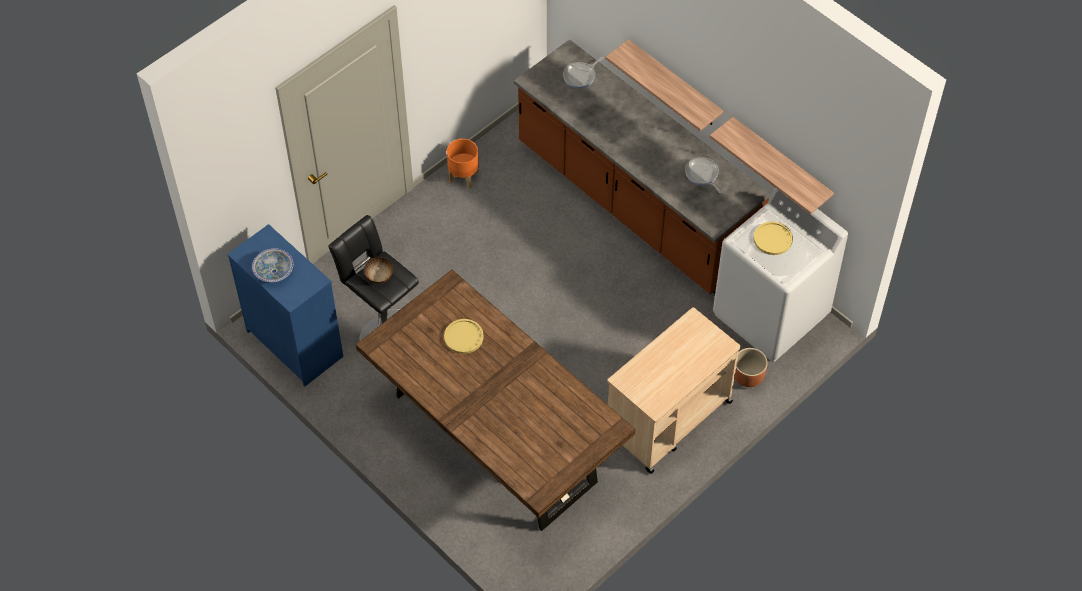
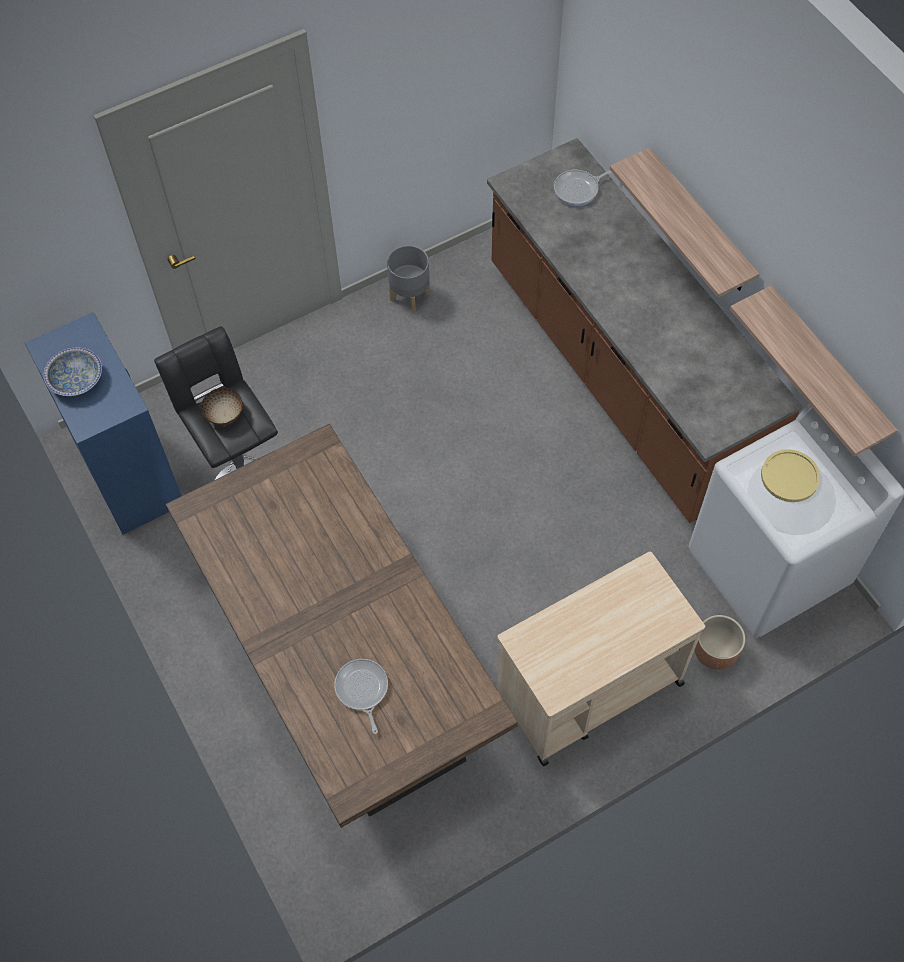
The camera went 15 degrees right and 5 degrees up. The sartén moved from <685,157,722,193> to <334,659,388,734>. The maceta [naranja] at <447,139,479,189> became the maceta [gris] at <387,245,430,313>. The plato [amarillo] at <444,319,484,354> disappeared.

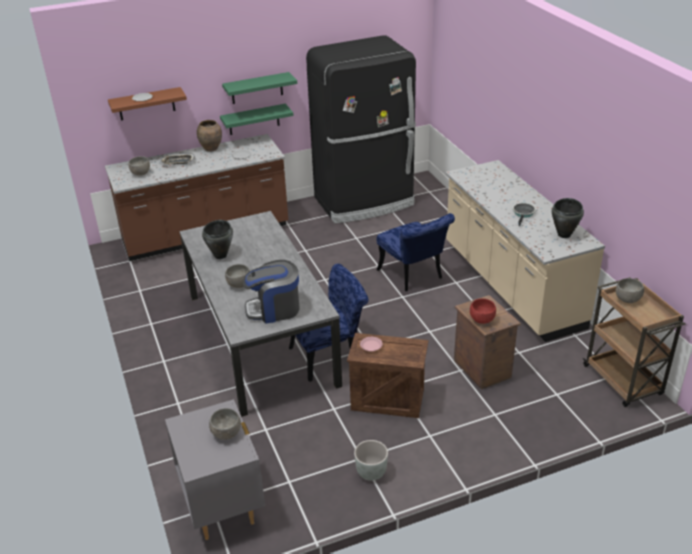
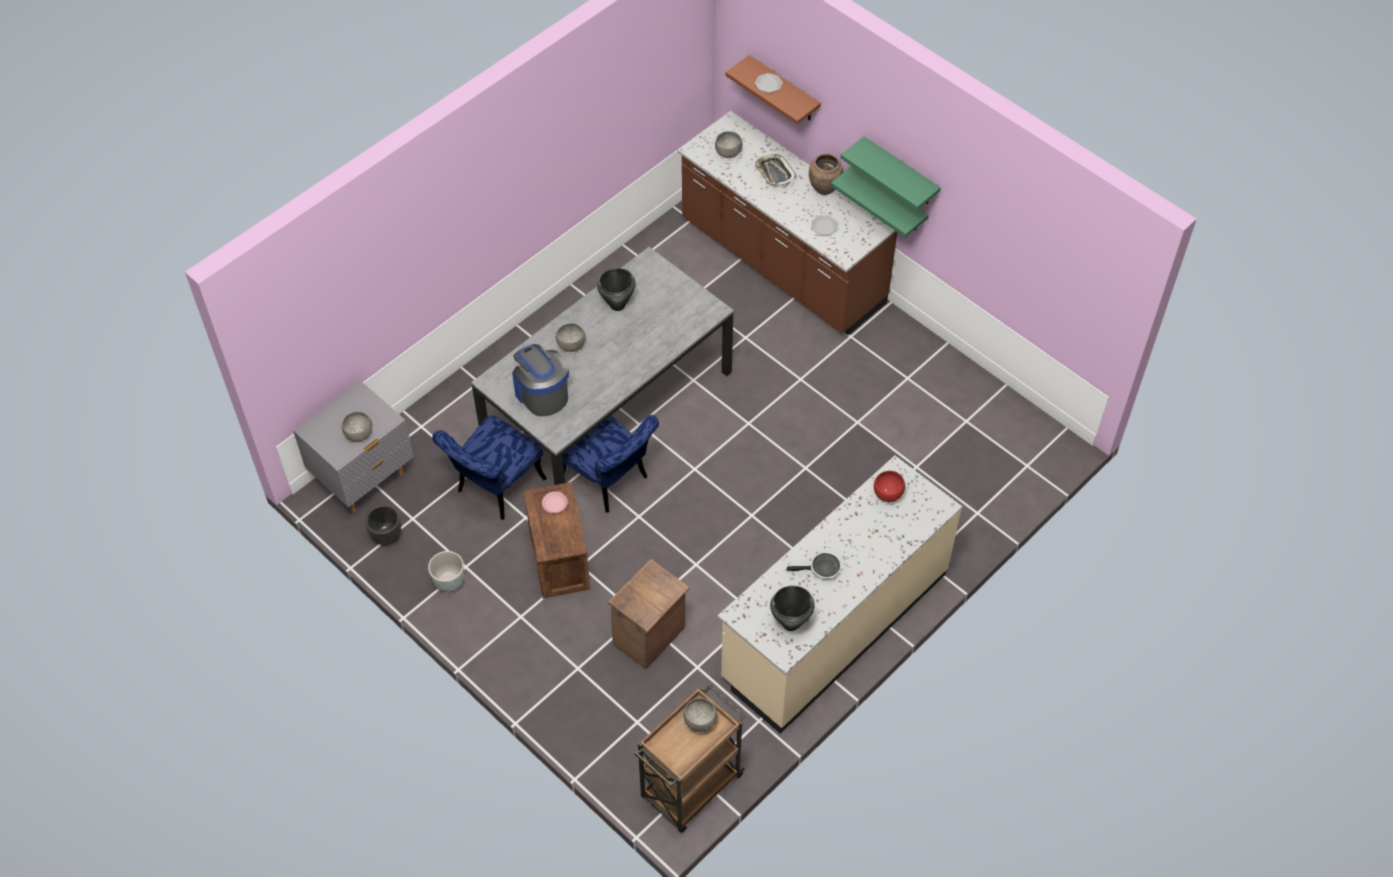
The camera went 65 degrees right and 20 degrees up. The maceta [negro] at <365,505,401,545> appeared. The silla [azul] moved from <377,213,455,291> to <432,415,547,520>. The cuenco [rojo] moved from <470,299,496,324> to <874,471,905,502>. The nevera [negro] at <306,35,416,223> disappeared.

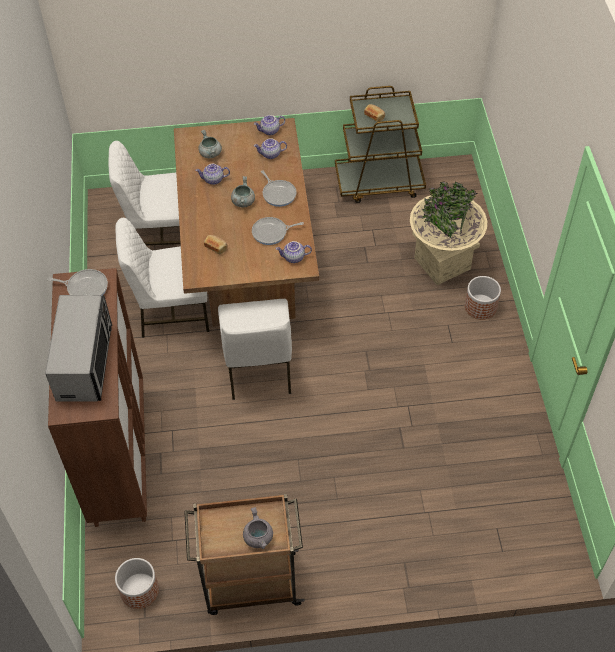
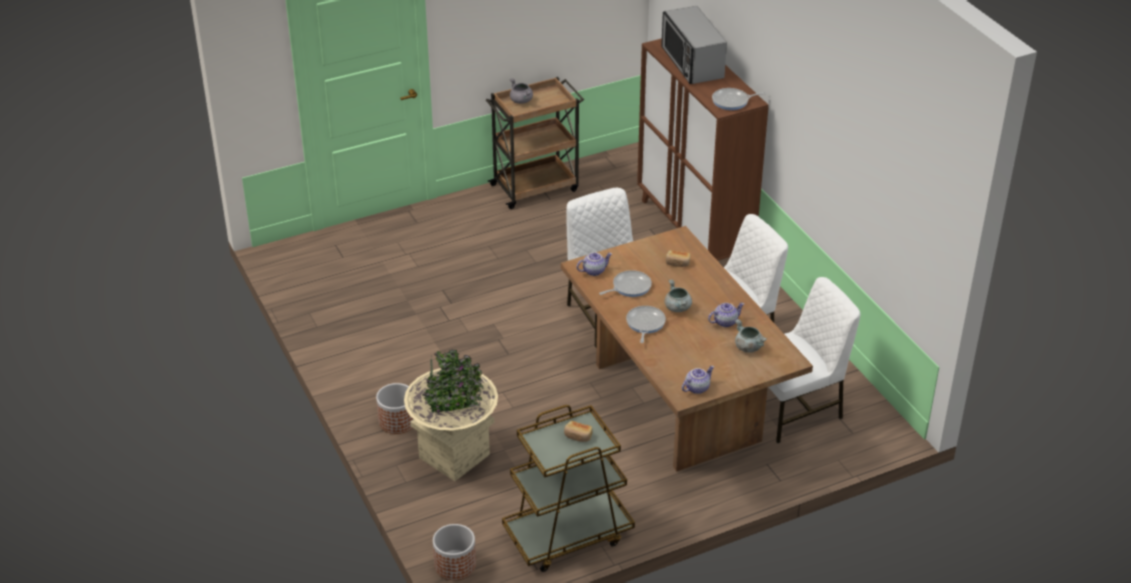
The camera went 160 degrees right and 15 degrees down. The maceta moved from <115,558,159,609> to <433,524,476,580>. The sartén at <261,170,297,207> turned 60 degrees clockwise. The tetera at <254,138,287,159> disappeared.

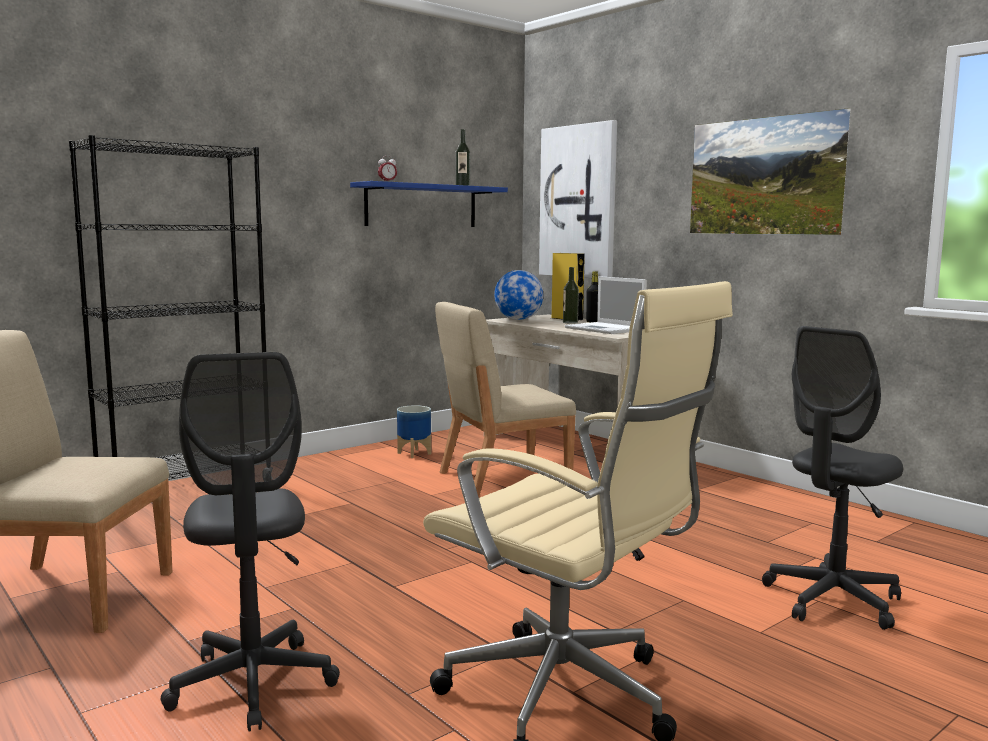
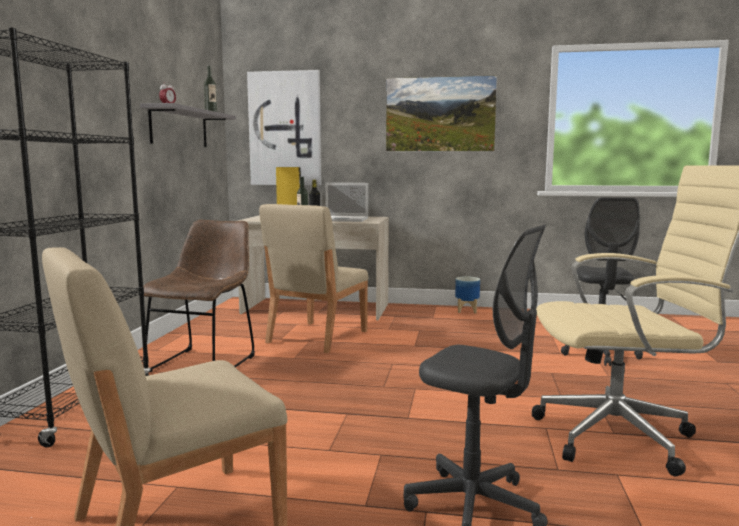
The camera went 40 degrees left and 0 degrees up. The estante [azul] at <350,181,508,227> became the estante [gris] at <140,103,236,147>. The silla [marrón] at <143,220,255,373> appeared. The maceta moved from <397,405,431,458> to <455,276,480,314>. The globo terráqueo at <494,270,543,320> disappeared.

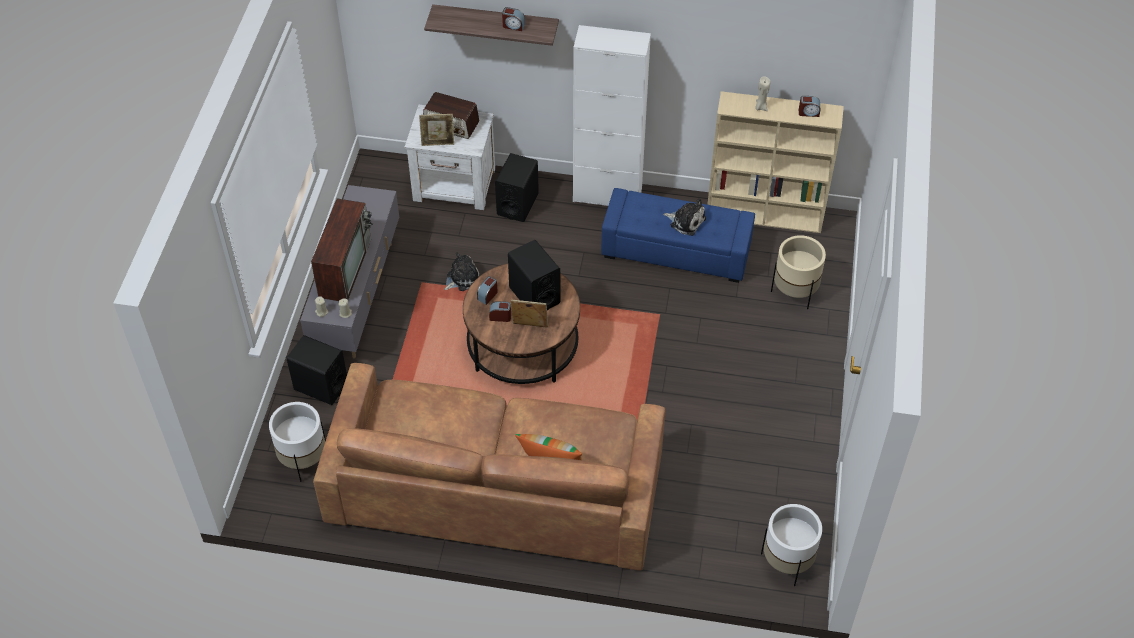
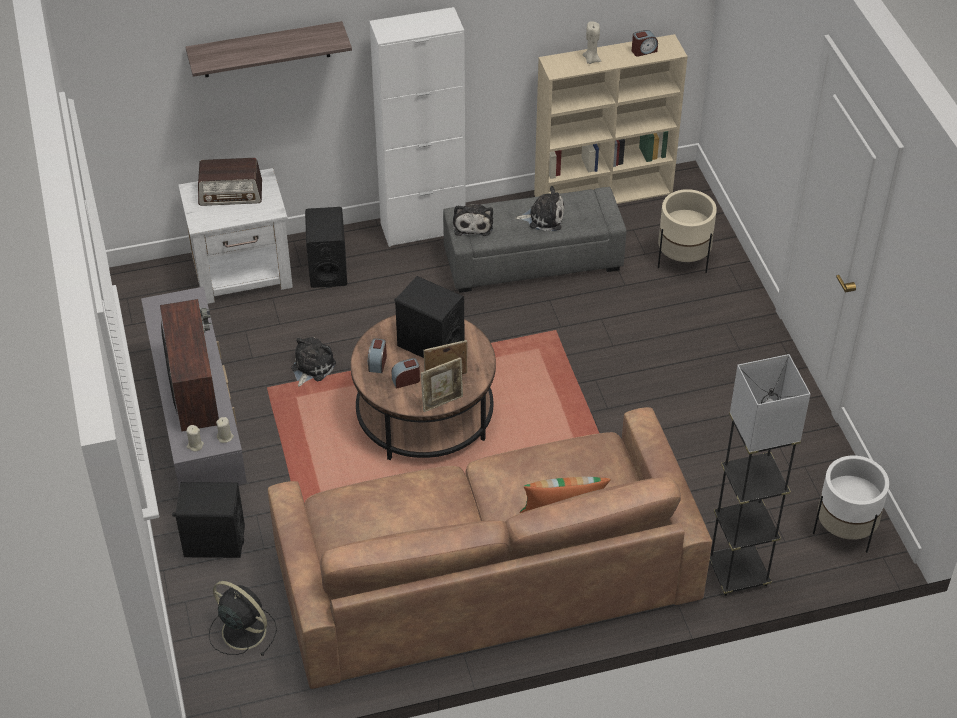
The camera went 25 degrees left and 5 degrees down. The maceta [blanco] at <269,402,326,482> was replaced by the ventilador [negro] at <209,581,277,656>. The portarretratos moved from <419,114,454,146> to <421,357,463,412>. The puf [azul] at <601,188,755,283> became the puf [gris] at <443,187,626,293>. The peluche at <453,204,493,236> appeared. The lámpara de pie [gris] at <710,354,810,596> appeared. The despertador at <502,7,525,31> disappeared.

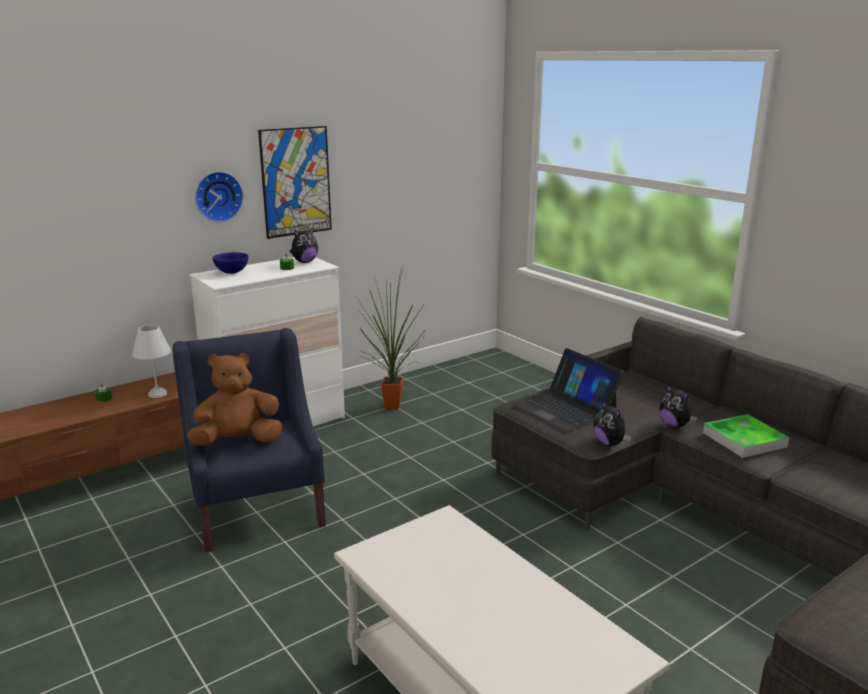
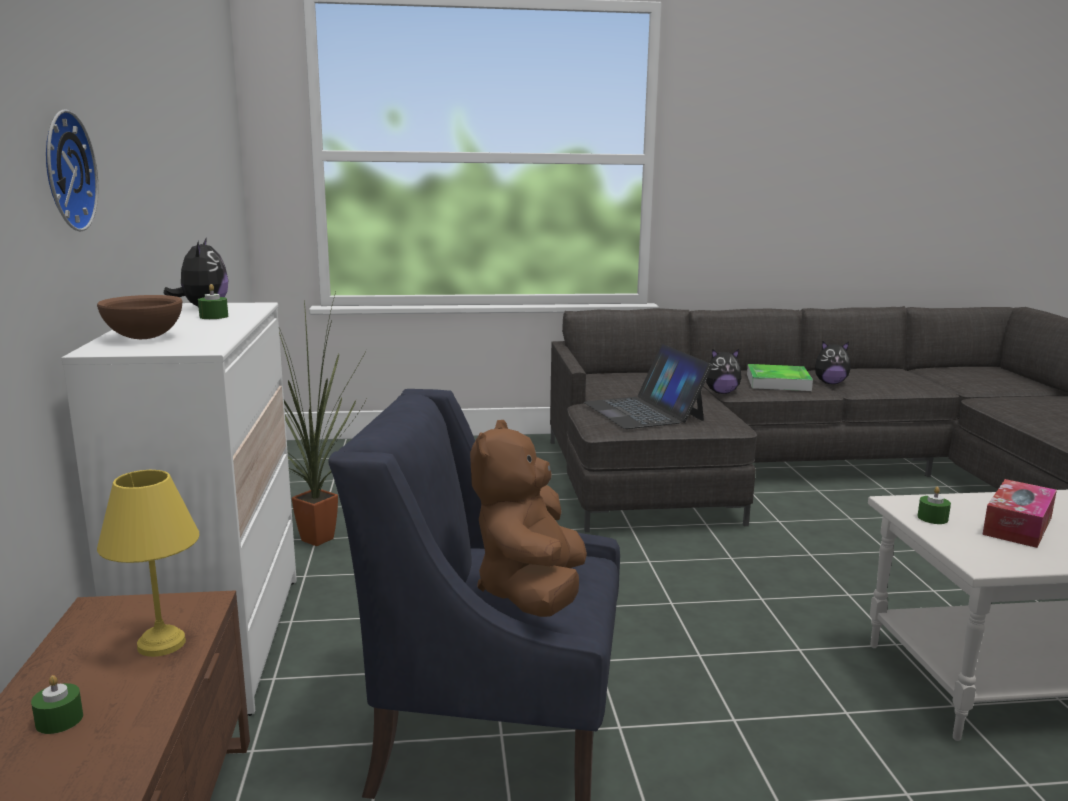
The camera went 60 degrees left and 5 degrees down. The cuenco [azul] at <213,252,248,274> became the cuenco [marrón] at <97,295,182,339>. The lámpara de mesa [blanco] at <132,325,171,398> became the lámpara de mesa [amarillo] at <97,470,199,657>. The portátil at <513,348,623,432> turned 75 degrees clockwise. The peluche moved from <593,400,631,446> to <815,342,850,384>. The vela [verde] at <918,487,951,524> appeared. The caja de pañuelos at <982,479,1057,548> appeared. The cuadro at <258,126,332,239> disappeared.

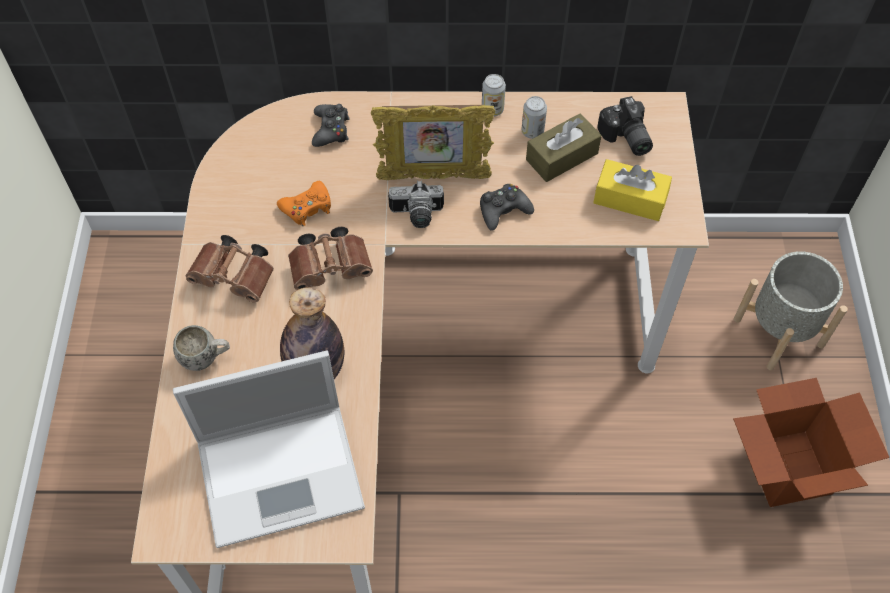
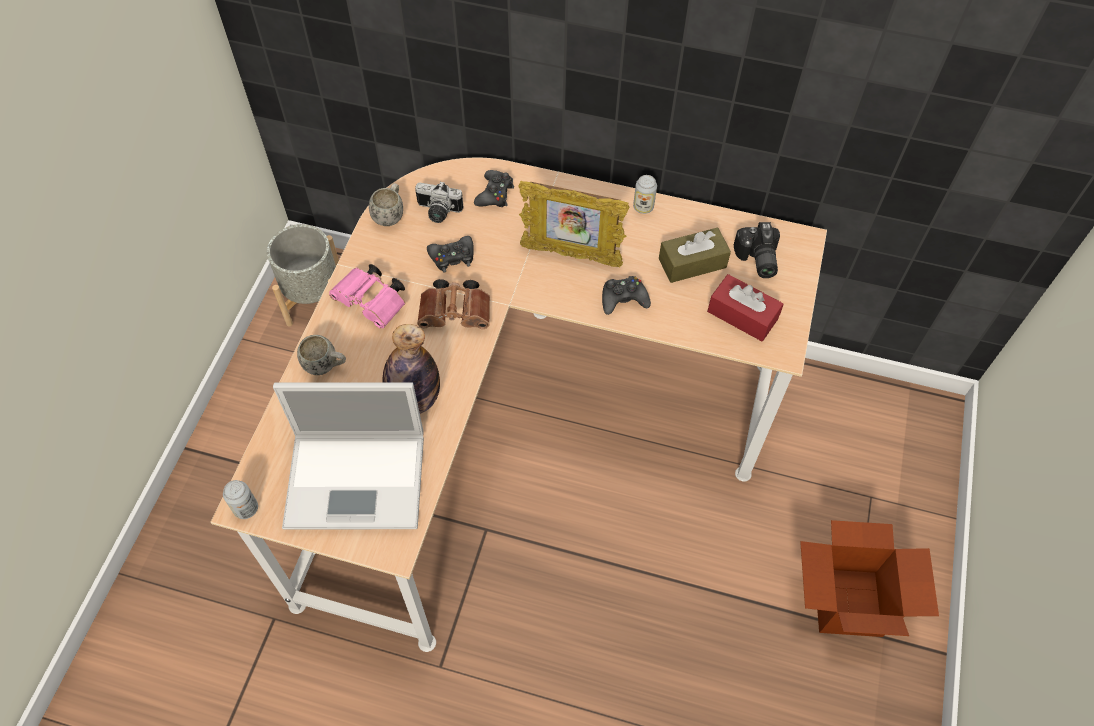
The camera went 15 degrees right and 0 degrees up. The lata moved from <522,96,547,139> to <223,480,258,519>. The maceta [gris] moved from <734,251,848,370> to <267,224,339,326>. The prismáticos [marrón] at <185,235,274,303> became the prismáticos [rosa] at <329,264,405,329>. The taza grande [blanco] at <369,183,403,226> appeared. The cámara moved from <388,180,444,228> to <415,181,464,223>. The mando de consola [naranja] at <277,181,331,226> became the mando de consola [negro] at <427,236,474,273>. The caja de pañuelos [amarillo] at <593,159,672,221> became the caja de pañuelos [rojo] at <707,274,784,341>.

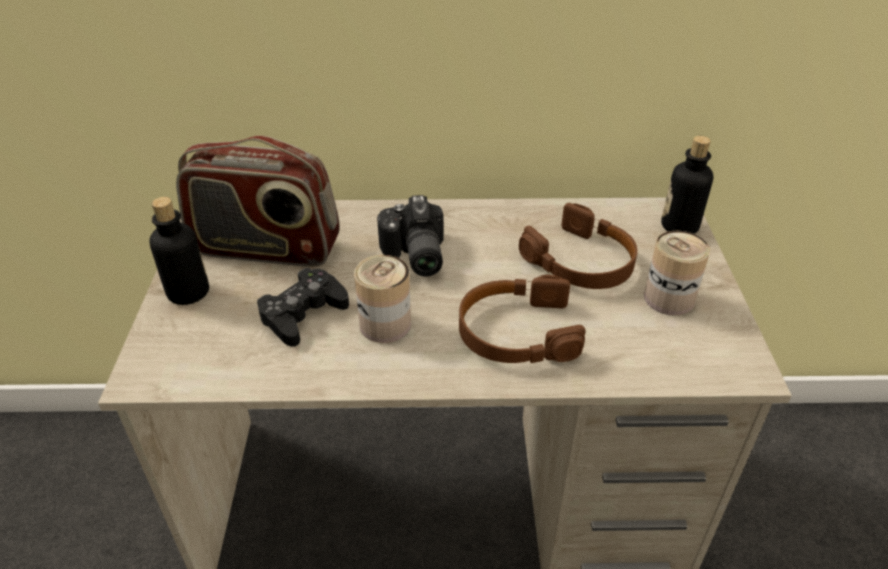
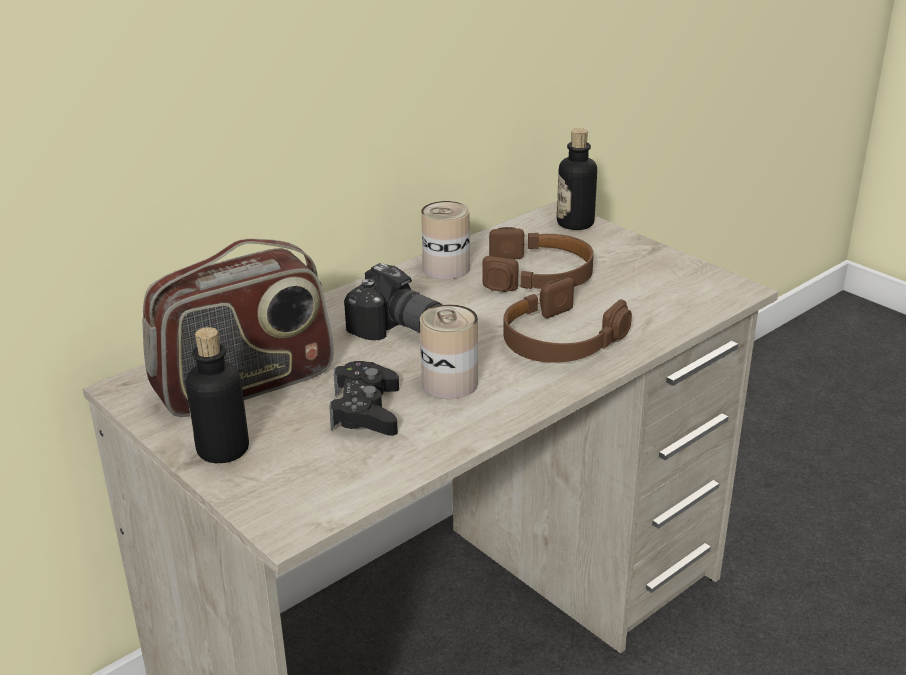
The camera went 40 degrees left and 10 degrees down. The lata moved from <644,231,710,316> to <421,201,470,279>.

